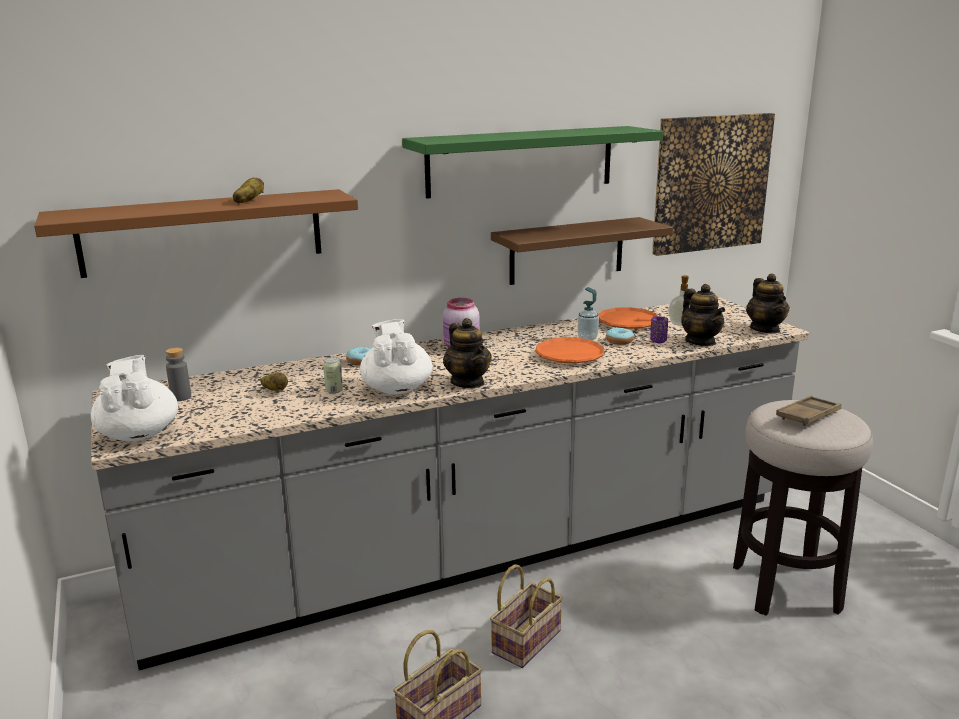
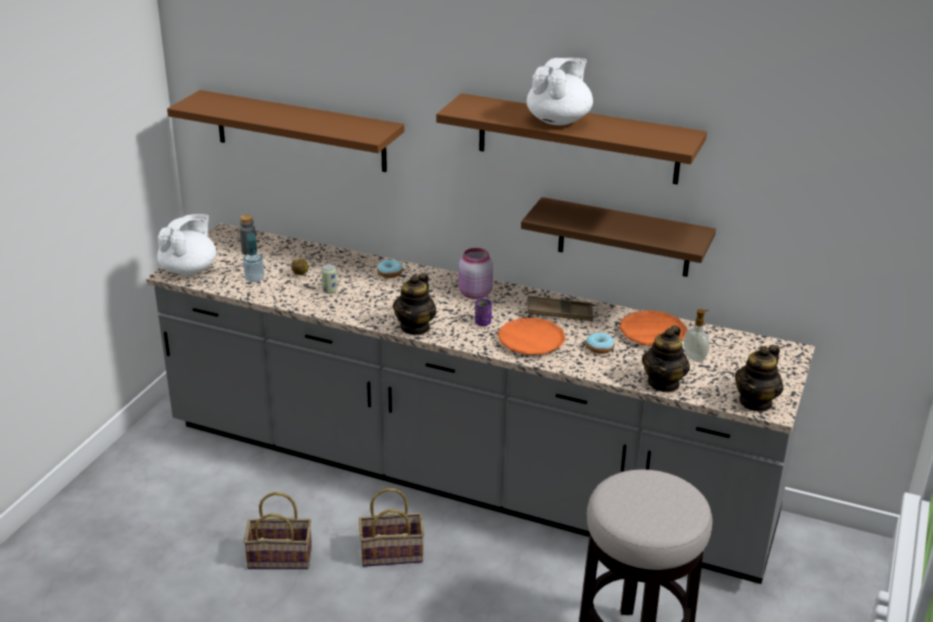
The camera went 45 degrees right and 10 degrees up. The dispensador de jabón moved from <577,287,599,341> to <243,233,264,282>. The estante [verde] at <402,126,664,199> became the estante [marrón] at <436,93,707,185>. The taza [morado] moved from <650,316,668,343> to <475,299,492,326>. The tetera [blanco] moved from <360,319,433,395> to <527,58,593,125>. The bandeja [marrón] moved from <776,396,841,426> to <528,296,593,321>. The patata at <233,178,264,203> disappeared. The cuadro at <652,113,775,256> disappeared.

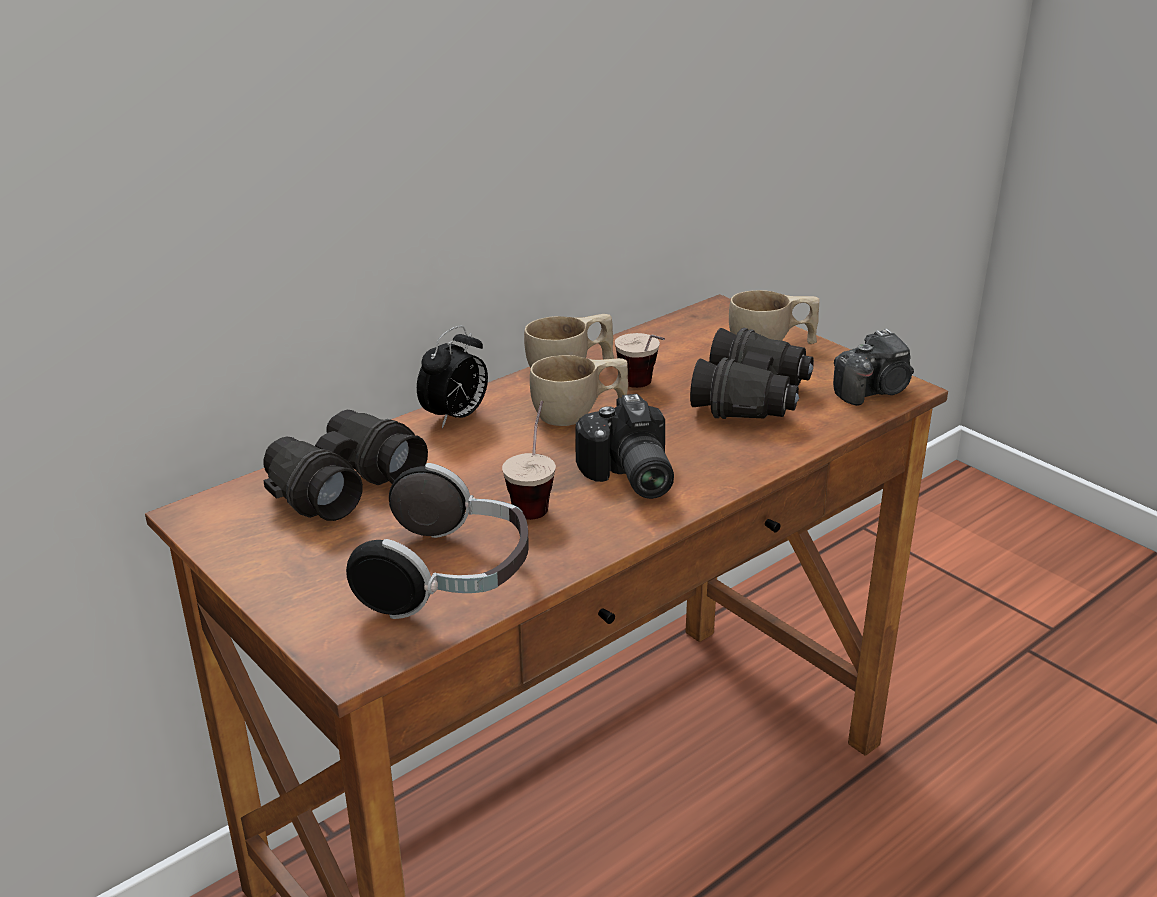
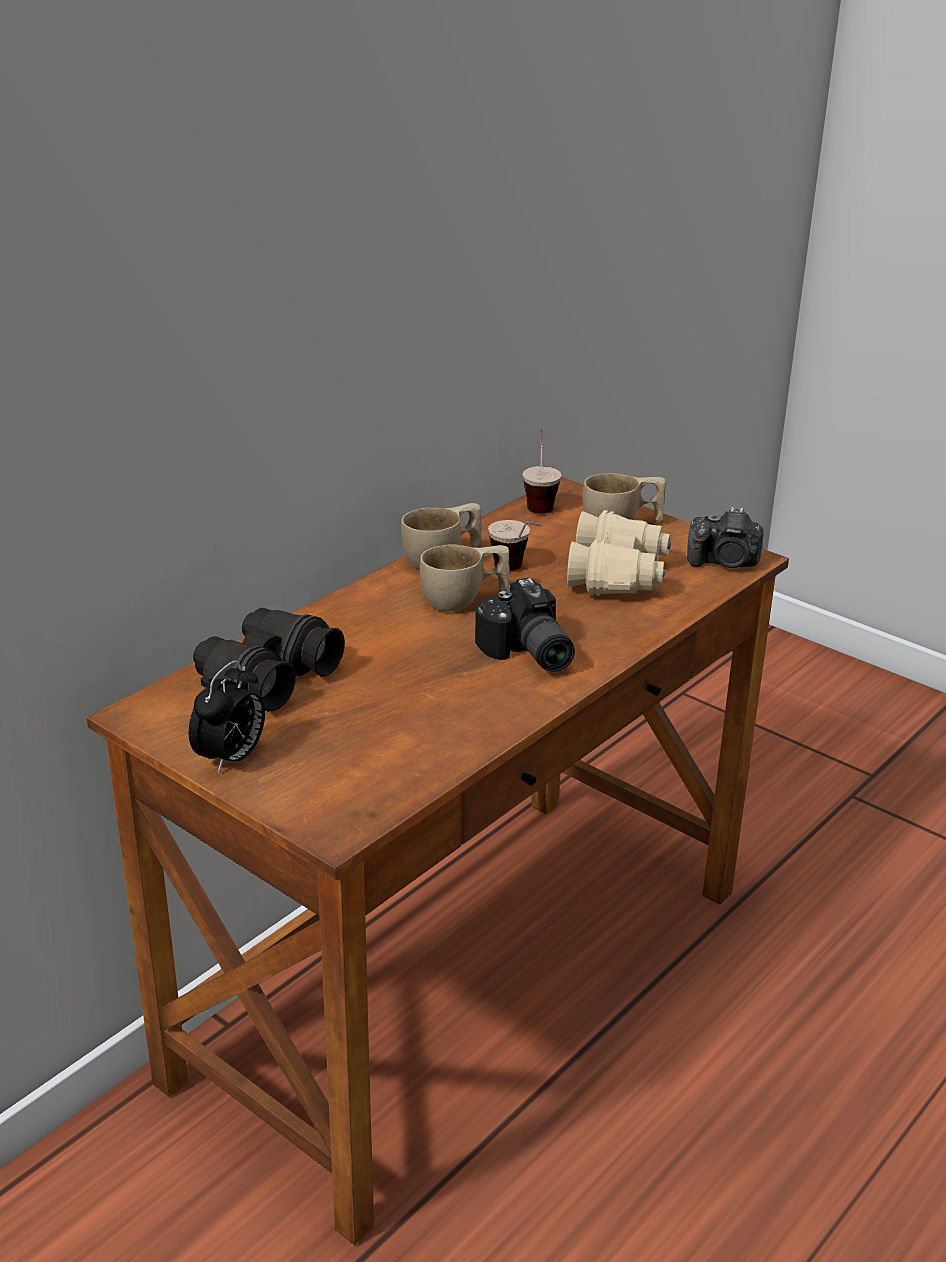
The camera went 10 degrees left and 0 degrees up. The despertador moved from <417,325,488,428> to <189,660,265,774>. The taza moved from <502,401,556,520> to <522,429,561,514>. The prismáticos [negro] at <690,328,814,419> became the prismáticos [beis] at <567,510,671,596>. The cámara at <833,328,914,406> turned 45 degrees clockwise. The auriculares at <346,463,529,619> disappeared.

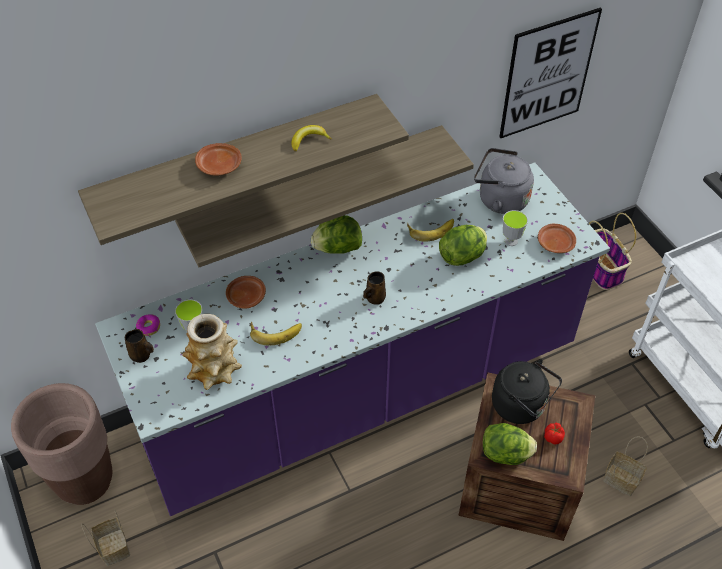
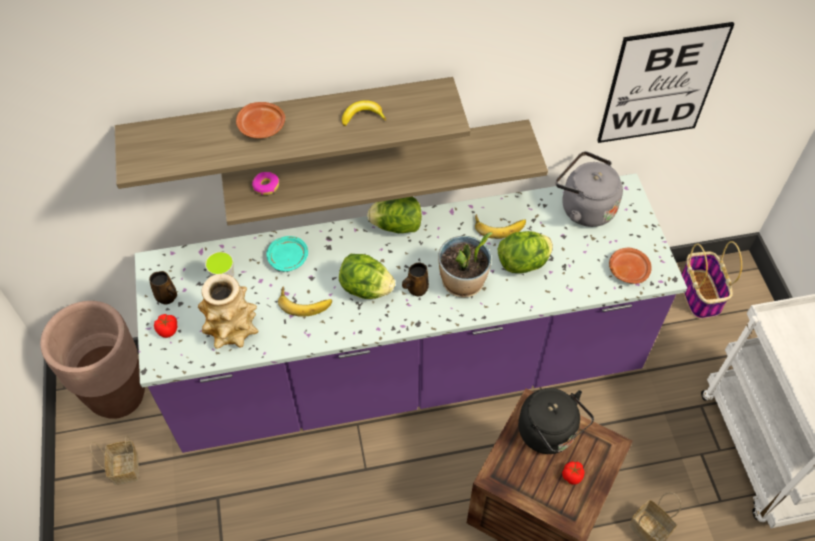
The camera went 15 degrees right and 5 degrees up. The tomate at <154,314,177,338> appeared. The rosquilla moved from <136,314,160,336> to <252,172,279,195>. The plato [marrón] at <226,276,266,308> became the plato [turquesa] at <266,236,308,272>. The lechuga moved from <483,423,537,465> to <339,254,395,299>. The planta en maceta at <438,232,493,298> appeared. The taza at <503,210,528,246> disappeared.

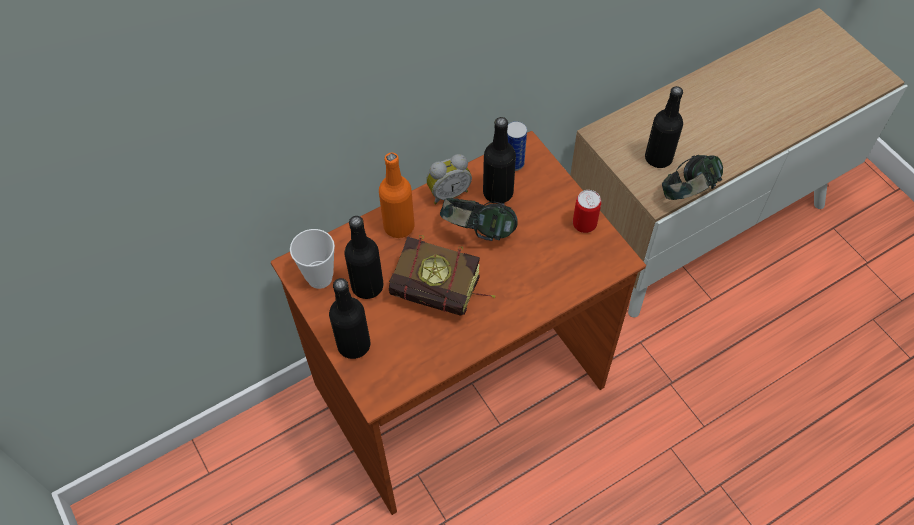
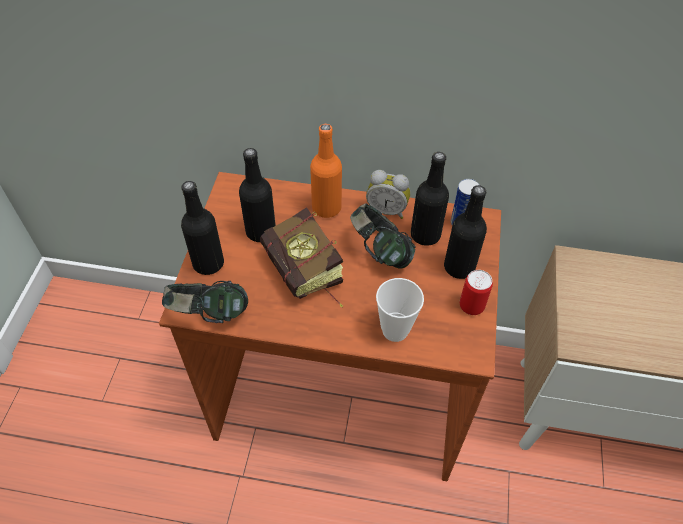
The camera went 40 degrees right and 5 degrees down. The auriculares moved from <662,155,723,200> to <162,281,248,323>. The taza moved from <290,229,335,289> to <376,278,424,342>. The botella [negro] moved from <645,86,683,168> to <444,185,487,279>.

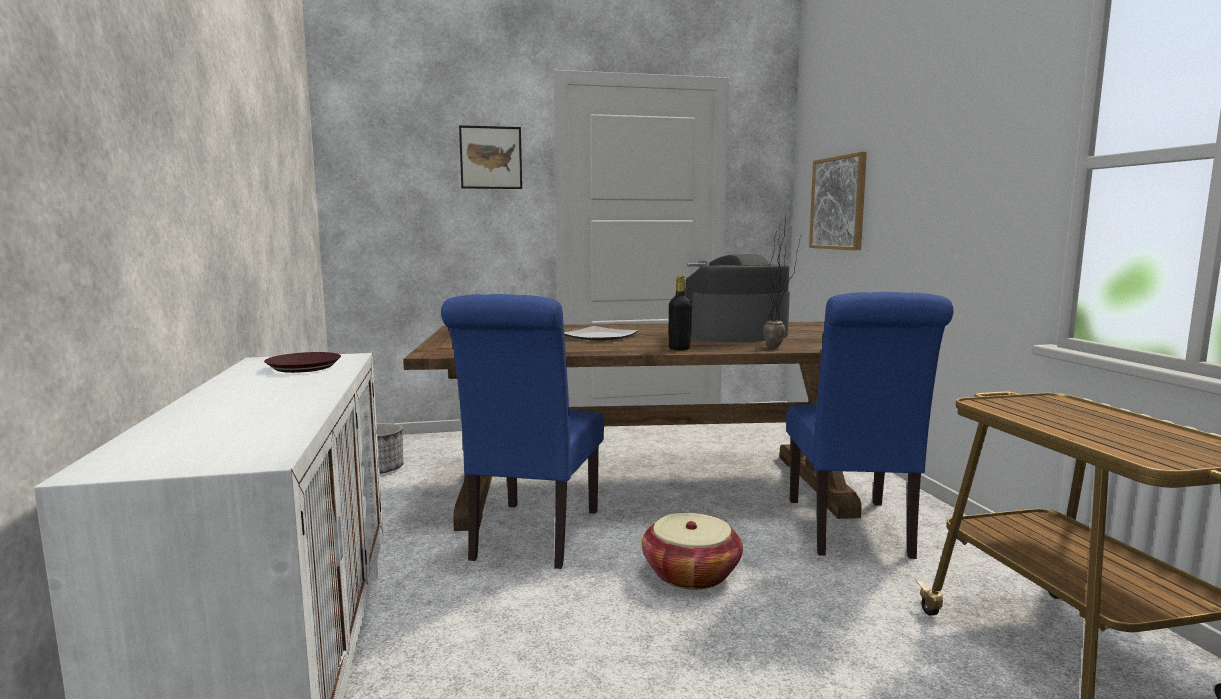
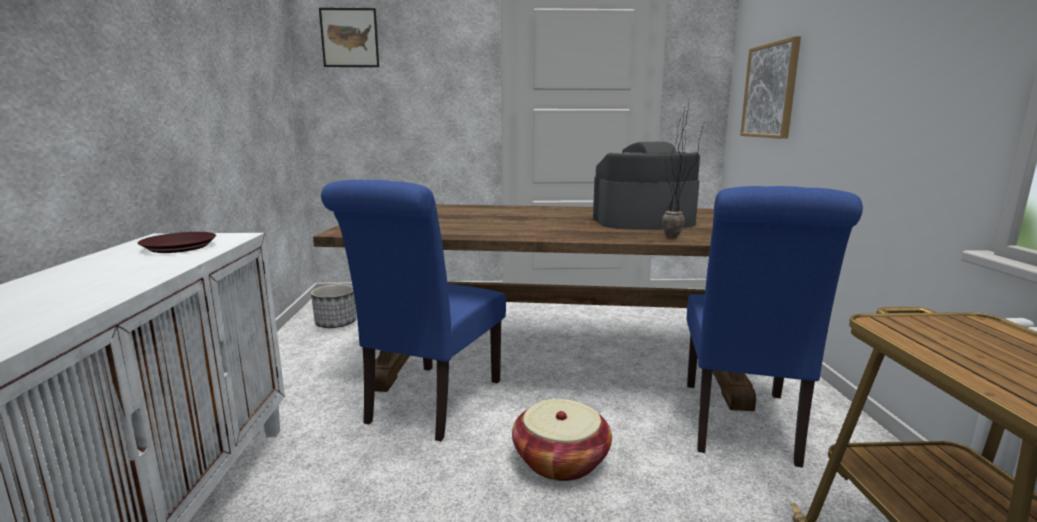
The camera went 10 degrees right and 5 degrees up. The cuadro moved from <459,125,522,189> to <319,8,379,67>. The plato at <564,326,639,341> disappeared. The botella [negro] at <669,276,692,350> disappeared.

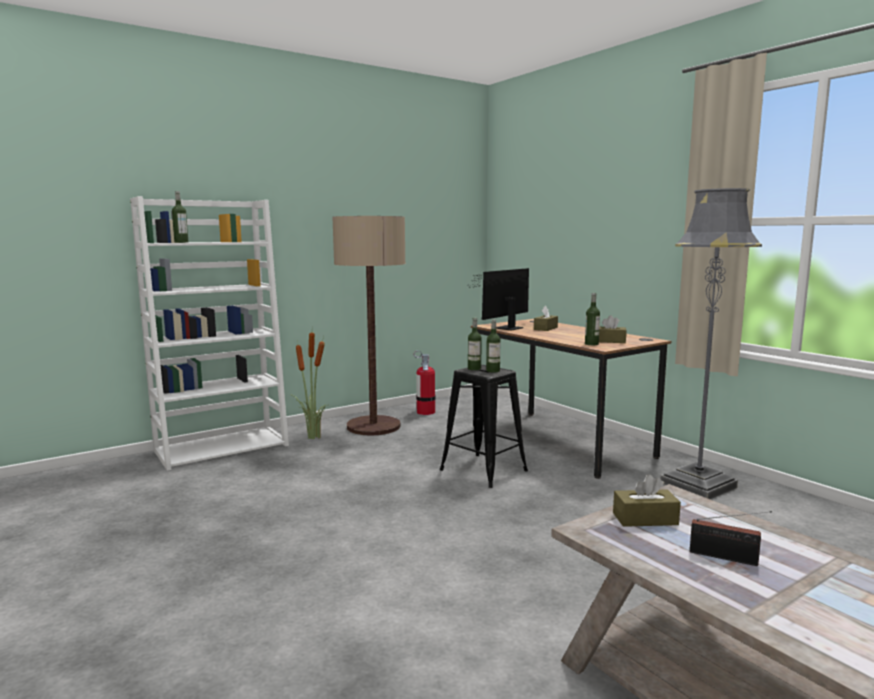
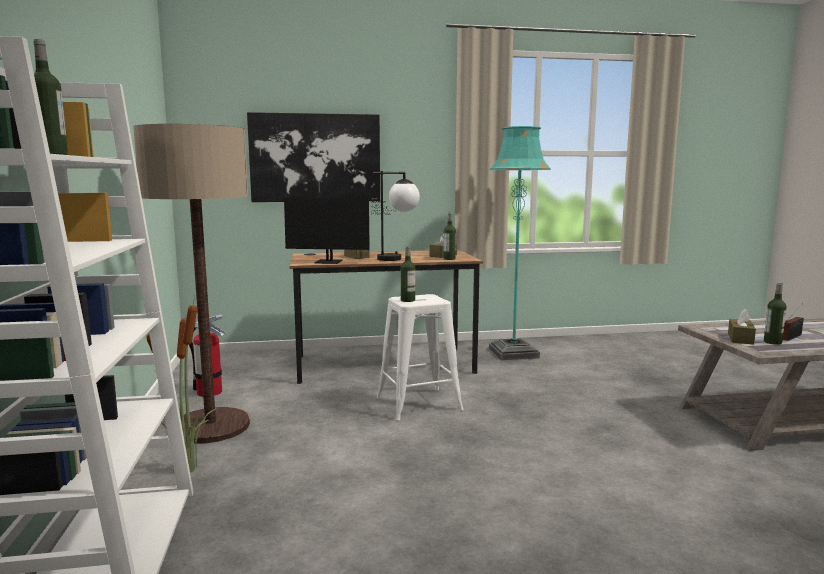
The camera went 65 degrees left and 0 degrees up. The cuadro at <247,112,380,202> appeared. The monitor at <469,268,529,331> turned 60 degrees counterclockwise. The lámpara de mesa at <373,171,420,261> appeared. The taburete [negro] at <440,365,528,488> became the taburete [blanco] at <377,294,464,420>. The lámpara de pie [gris] at <660,188,762,499> became the lámpara de pie [turquesa] at <489,126,551,360>. The botella moved from <486,319,501,372> to <764,282,787,345>.

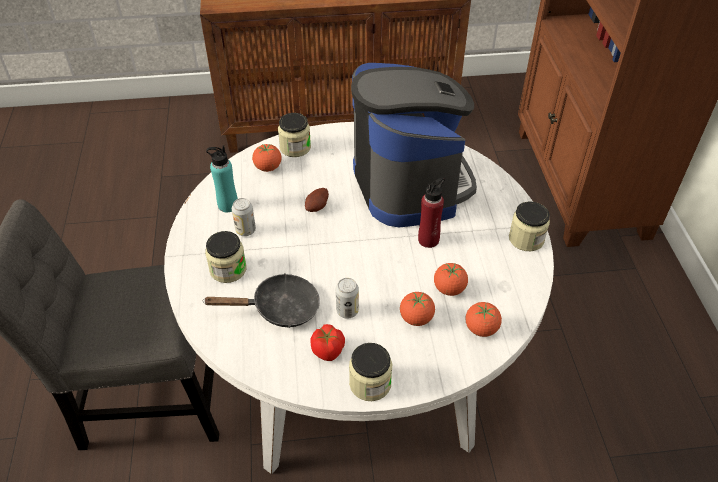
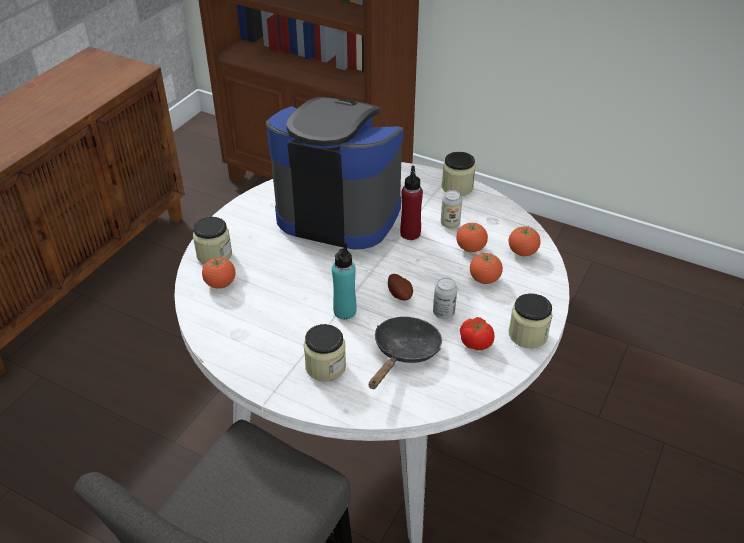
The camera went 55 degrees left and 5 degrees down. The botella [turquesa] moved from <206,145,238,212> to <332,243,356,320>. The patata moved from <305,188,329,212> to <388,274,413,301>. The lata moved from <232,198,256,236> to <441,190,462,228>.

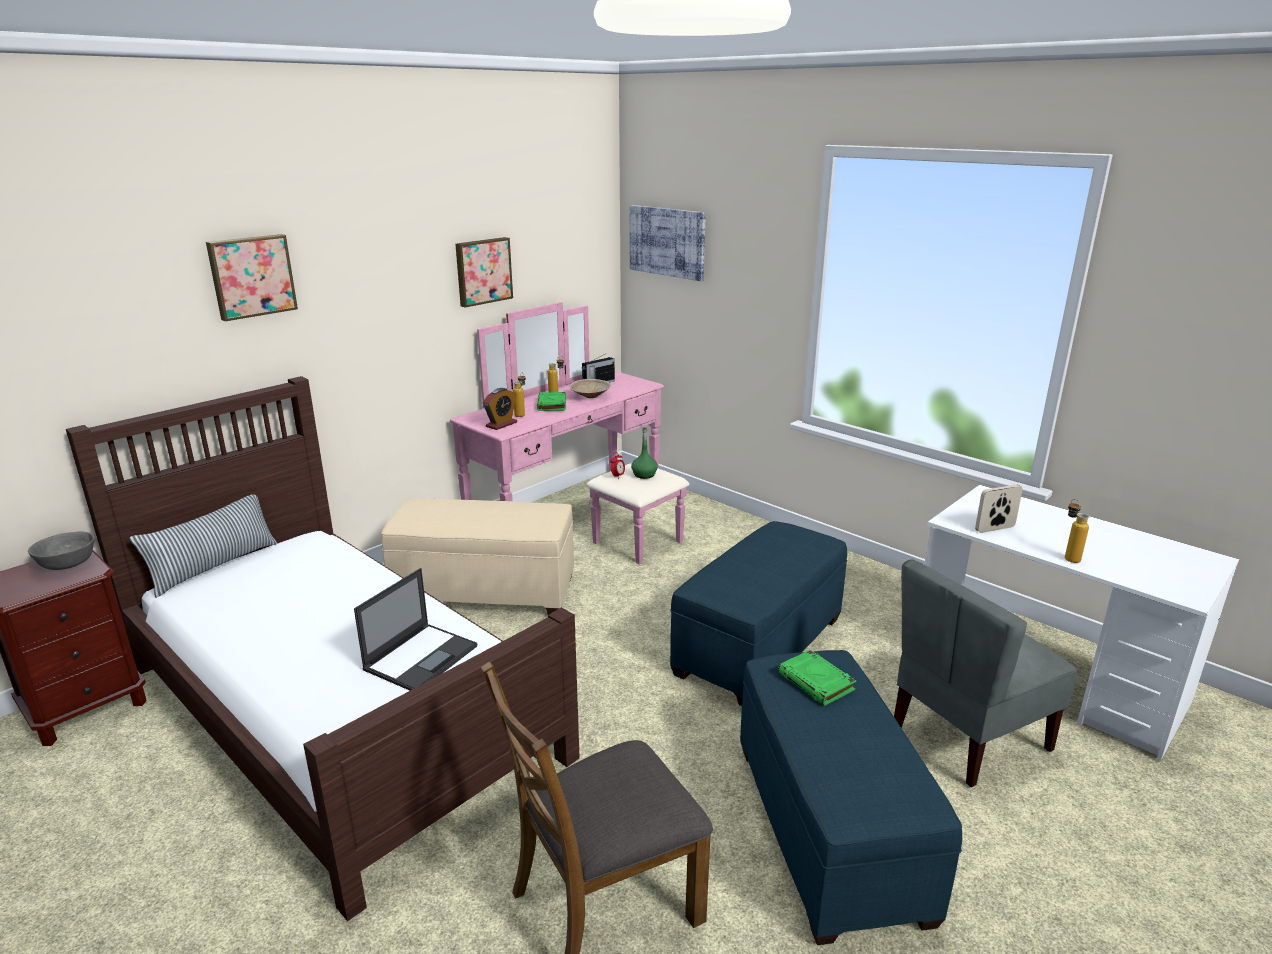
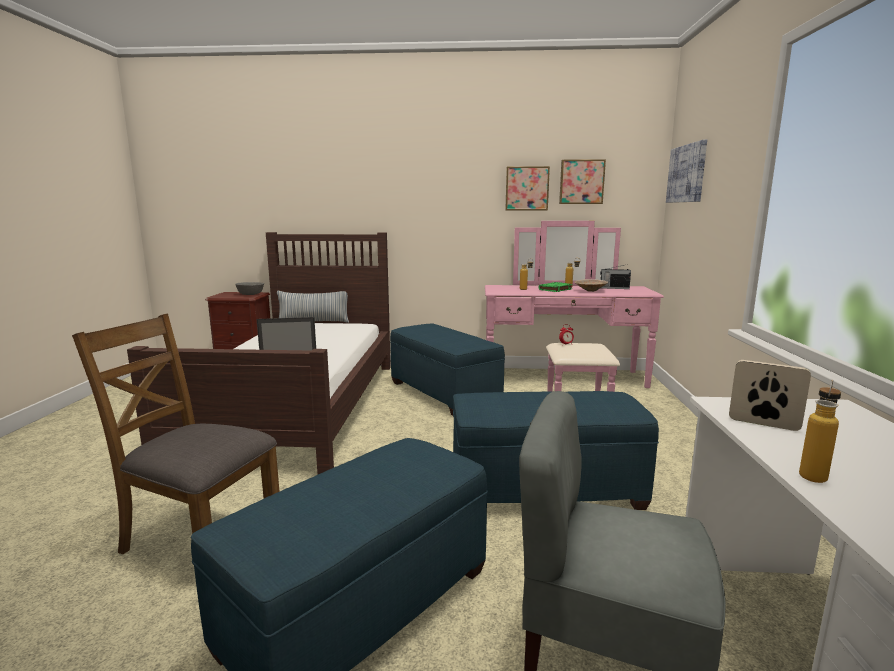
The camera went 50 degrees right and 10 degrees down. The puf [beis] at <381,498,574,615> became the puf [azul] at <390,324,505,416>. The cuadro moved from <206,234,298,321> to <559,159,606,204>. The despertador at <483,388,517,430> disappeared. The botella [verde] at <631,427,658,479> disappeared. The libro [verde] at <778,650,856,706> disappeared.

